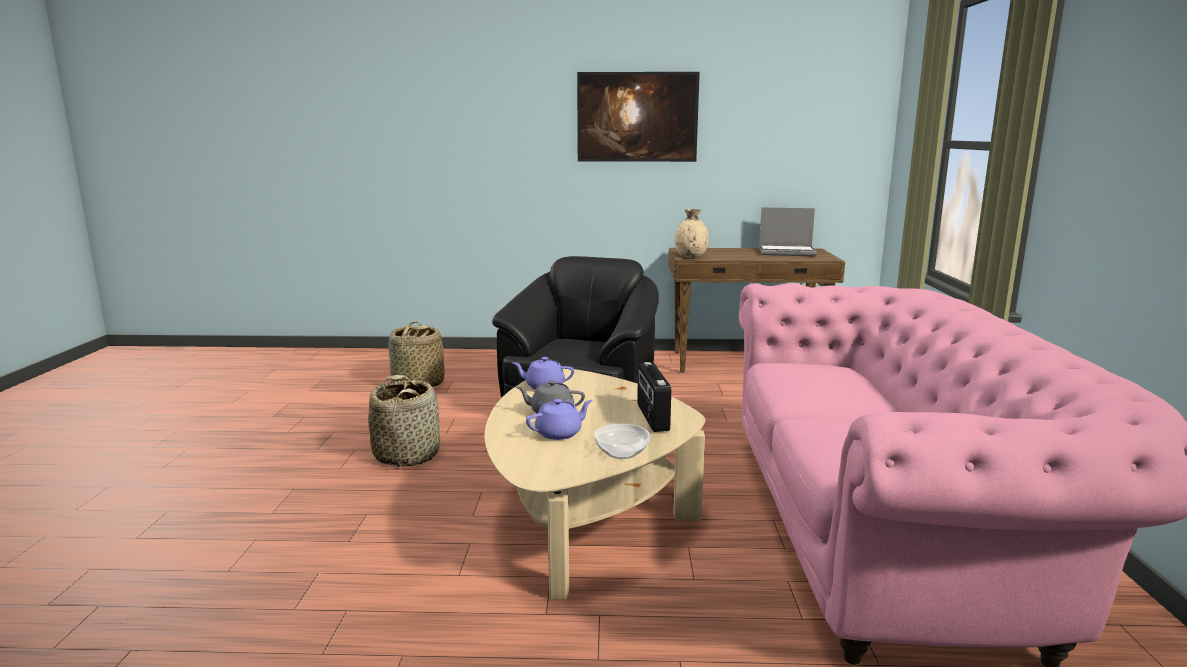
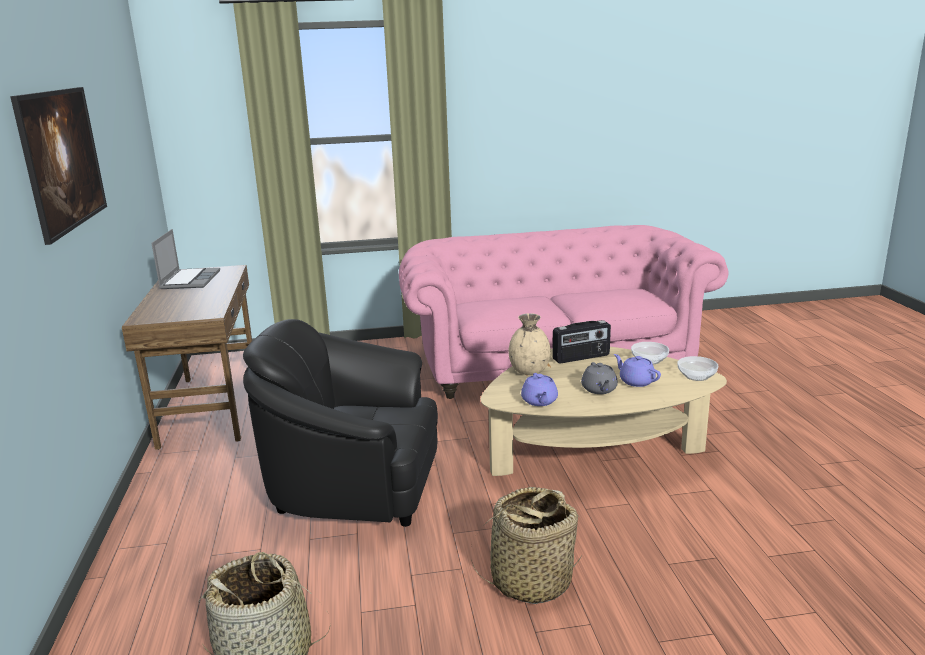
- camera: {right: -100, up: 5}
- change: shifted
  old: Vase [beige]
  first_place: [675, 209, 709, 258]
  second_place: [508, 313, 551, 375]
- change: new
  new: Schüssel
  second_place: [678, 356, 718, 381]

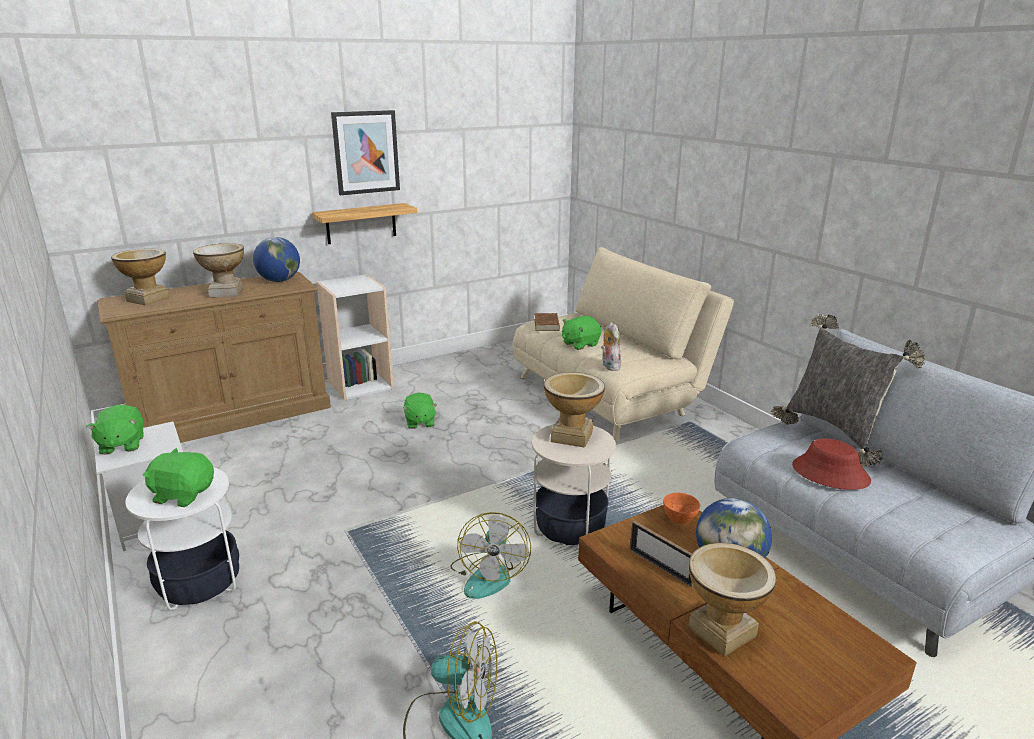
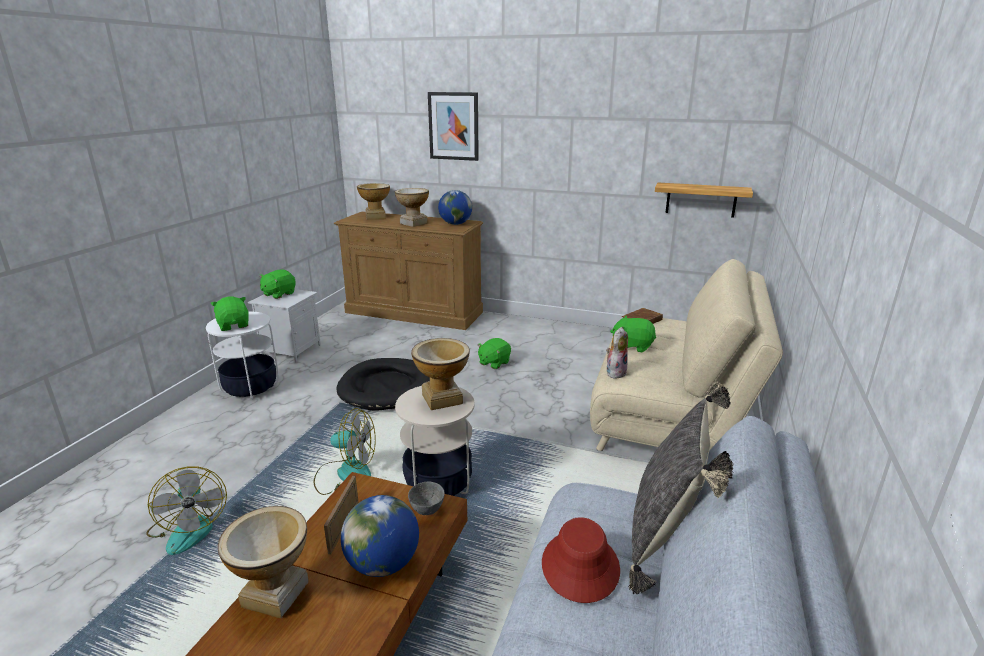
- camera: {right: 50, up: 0}
- change: rotated
  old: Ventilator
  first_place: [451, 512, 531, 599]
  second_place: [314, 408, 376, 495]
  degrees: -135
- change: new
  new: Hundebett [schwarz]
  second_place: [336, 358, 430, 411]
- change: repainted
  old: Schüssel [orange]
  new: Schüssel [grau]
  first_place: [663, 493, 700, 524]
  second_place: [408, 482, 445, 515]
- change: shifted
  old: Bild
  first_place: [331, 110, 400, 195]
  second_place: [428, 92, 479, 161]
- change: shifted
  old: Wandregal
  first_place: [312, 203, 417, 244]
  second_place: [655, 183, 753, 218]
- change: gone
  old: Bücherregal
  first_place: [316, 274, 394, 400]

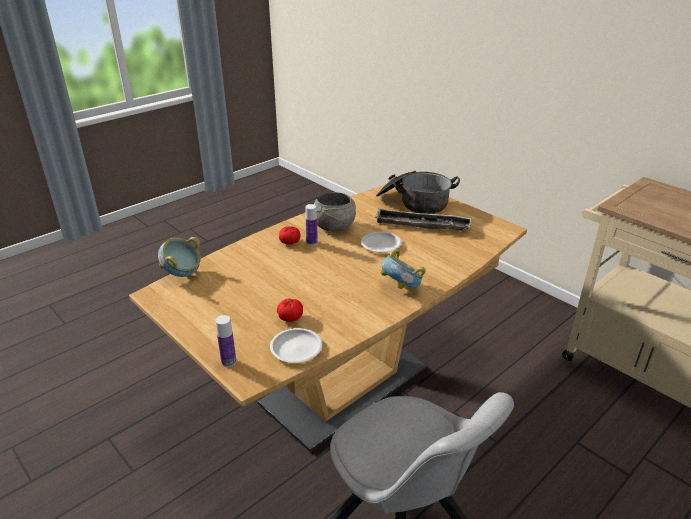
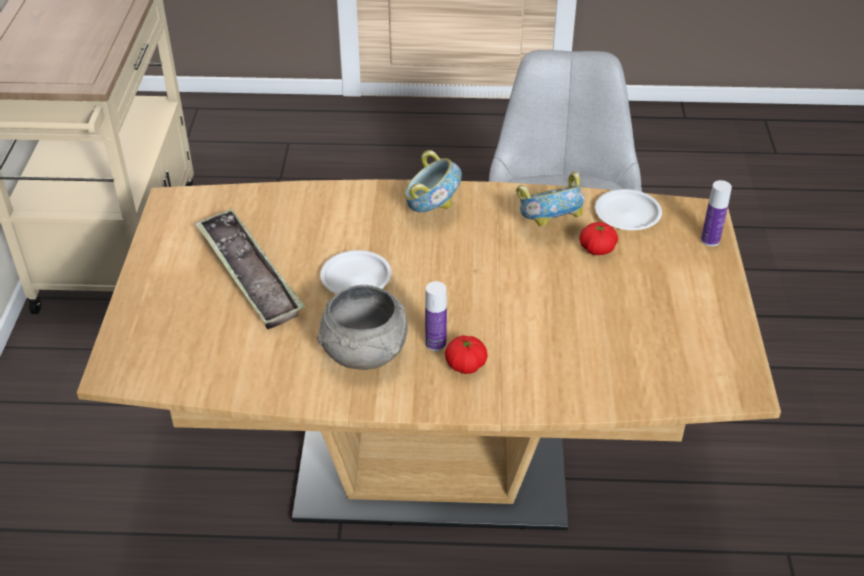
- camera: {right: -135, up: 10}
- change: shifted
  old: Schüssel
  first_place: [158, 237, 201, 277]
  second_place: [516, 172, 585, 227]
- change: gone
  old: Kochtopf
  first_place: [376, 171, 460, 214]

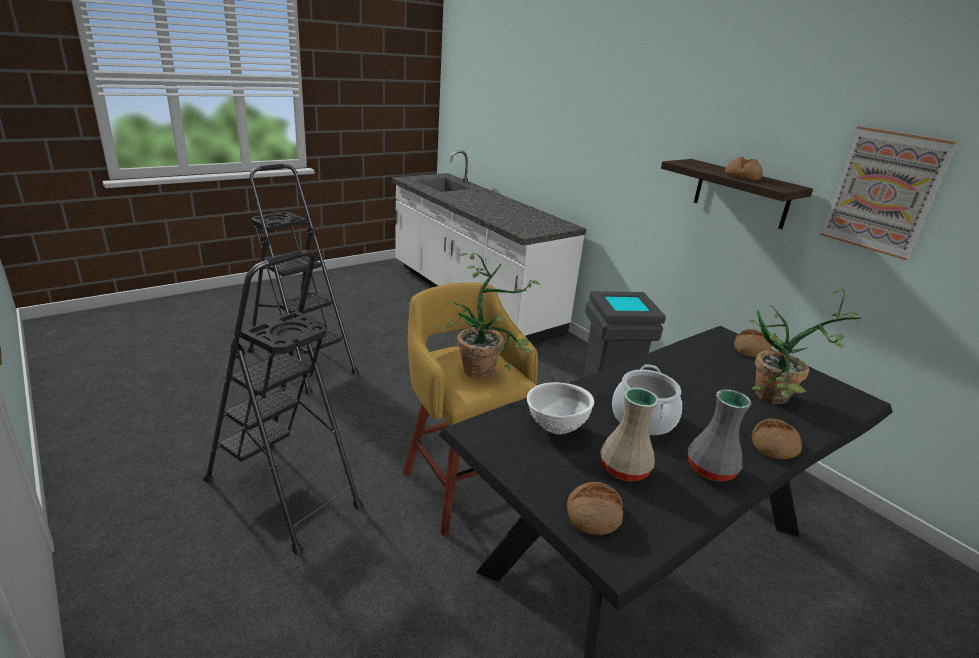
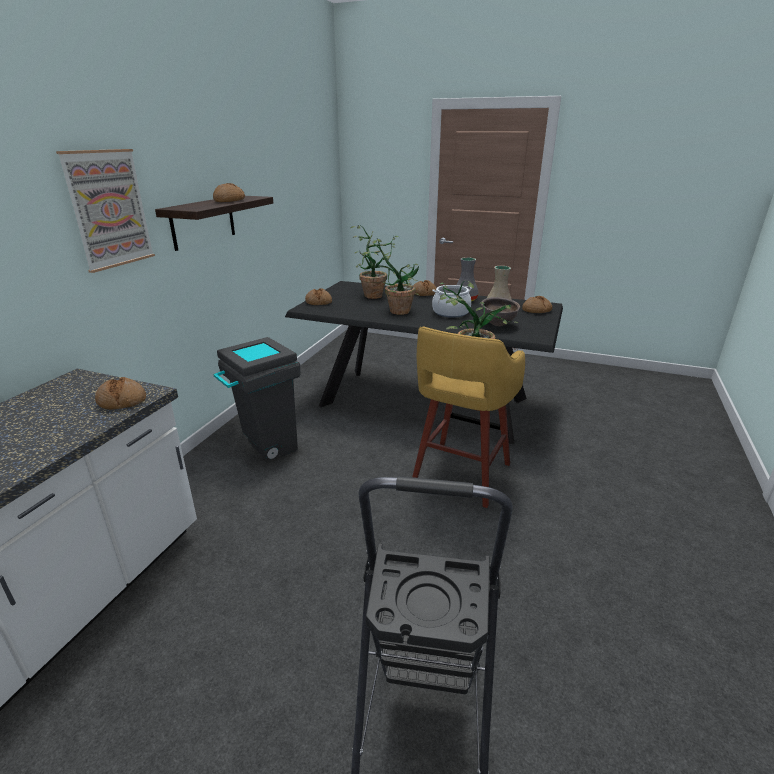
- camera: {right: -120, up: 0}
- change: shifted
  old: Bild
  first_place: [820, 126, 958, 260]
  second_place: [56, 149, 155, 273]
- change: new
  new: Brot
  second_place: [95, 377, 146, 410]
- change: new
  new: Topfpflanze
  second_place: [362, 239, 420, 315]
- change: repainted
  old: Schüssel [weiß]
  new: Schüssel [braun]
  first_place: [527, 382, 594, 435]
  second_place: [481, 297, 520, 326]
- change: gone
  old: Trittleiter
  first_place: [203, 250, 363, 554]

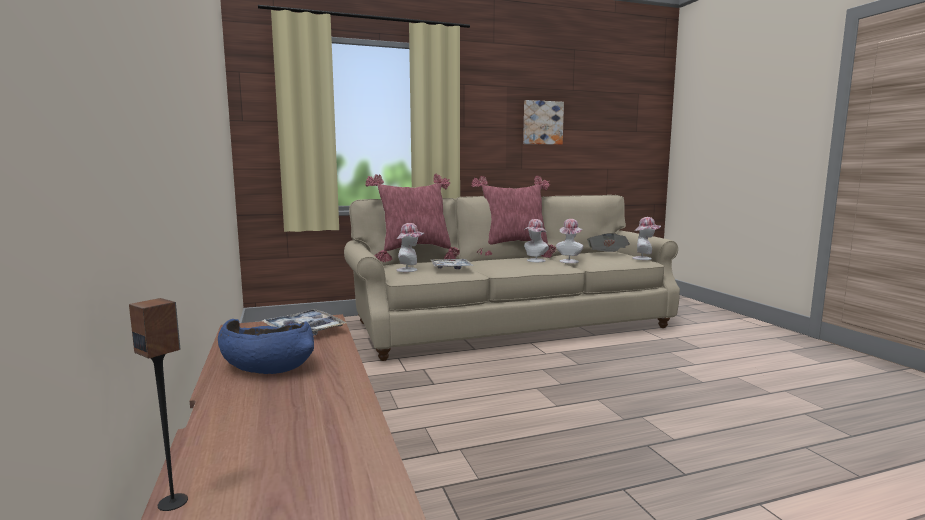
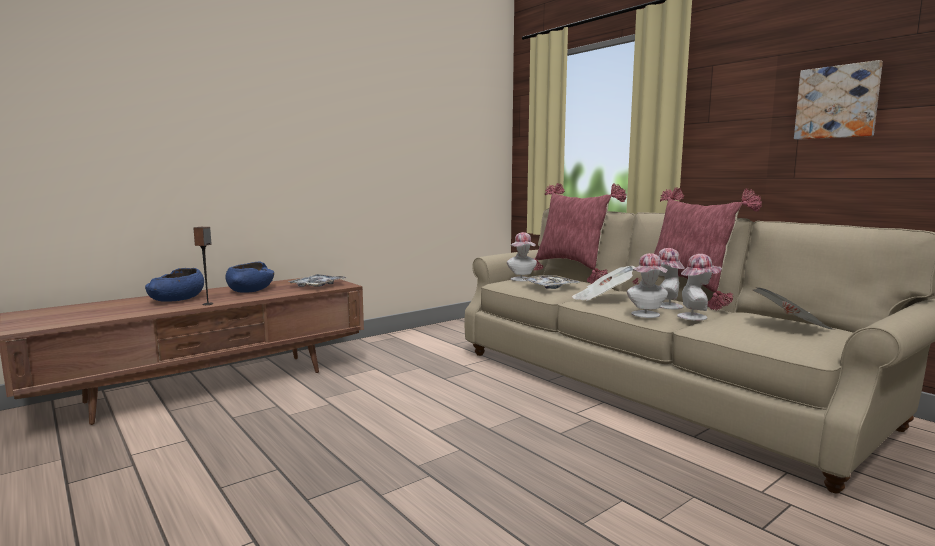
- camera: {right: 70, up: 0}
- change: new
  new: Schüssel [blau]
  second_place: [145, 268, 204, 302]
- change: shifted
  old: Lautsprecher
  first_place: [129, 298, 188, 511]
  second_place: [193, 227, 213, 305]
- change: new
  new: Zeitung
  second_place: [572, 266, 636, 301]
- change: shifted
  old: Hut
  first_place: [632, 217, 661, 260]
  second_place: [627, 253, 668, 318]

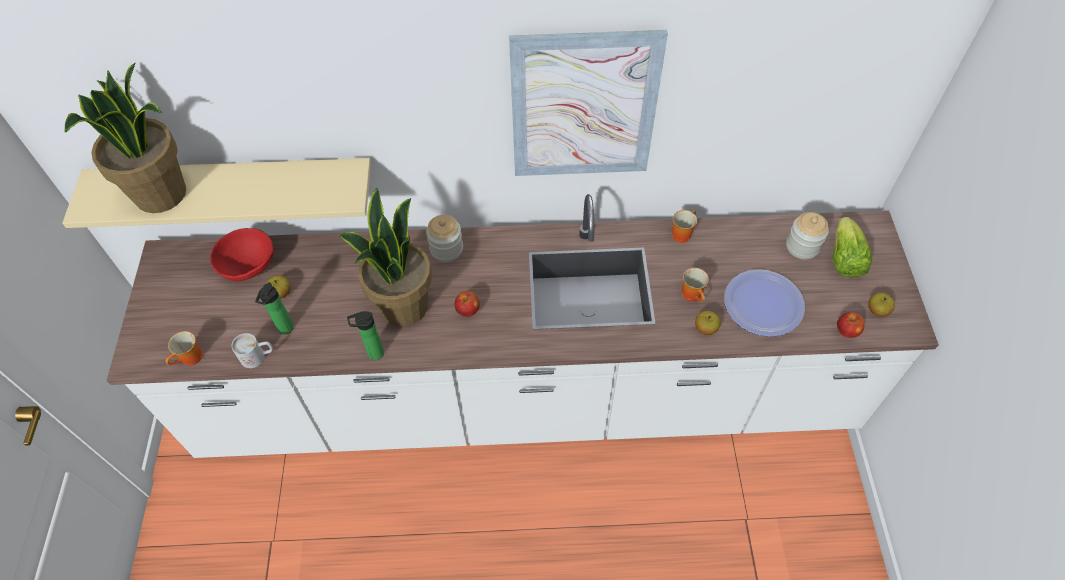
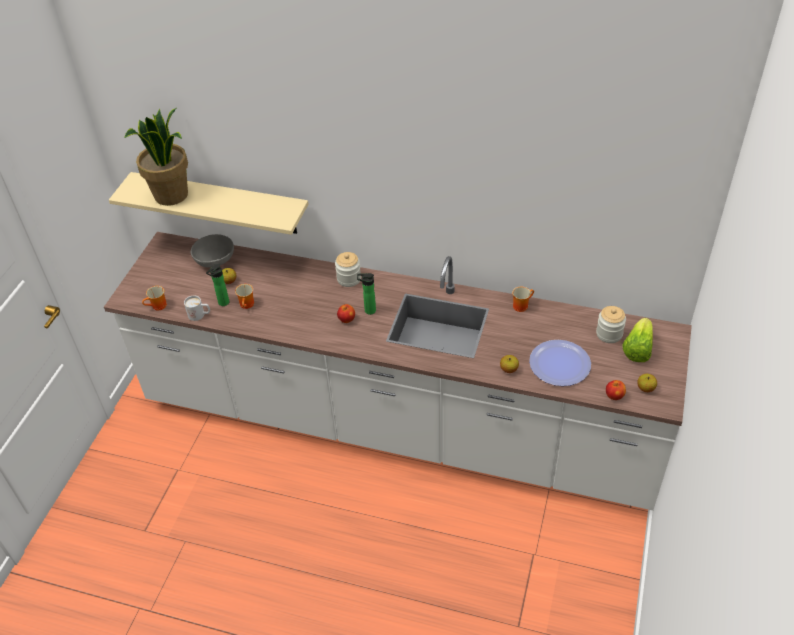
- camera: {right: 20, up: -10}
- change: repainted
  old: Schüssel [rot]
  new: Schüssel [grau]
  first_place: [210, 228, 274, 282]
  second_place: [191, 234, 234, 268]
- change: shifted
  old: Henkelbecher
  first_place: [681, 268, 709, 302]
  second_place: [235, 284, 254, 309]
- change: shifted
  old: Flasche
  first_place: [347, 311, 384, 360]
  second_place: [357, 273, 376, 315]
- change: gone
  old: Topfpflanze
  first_place: [340, 188, 432, 326]
- change: gone
  old: Bild
  first_place: [509, 30, 668, 176]

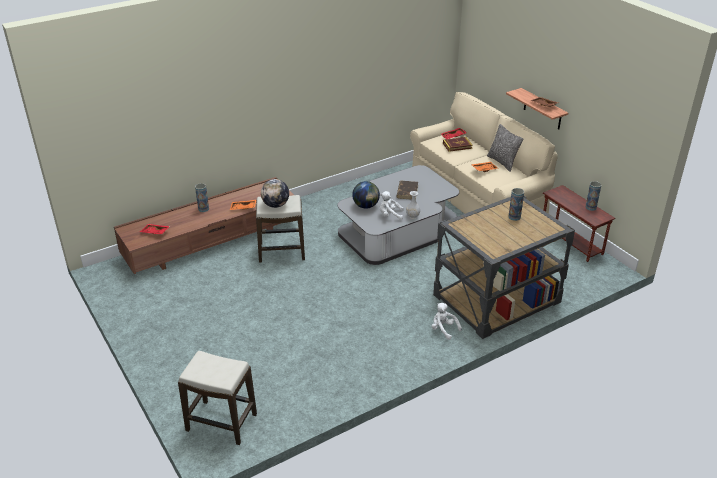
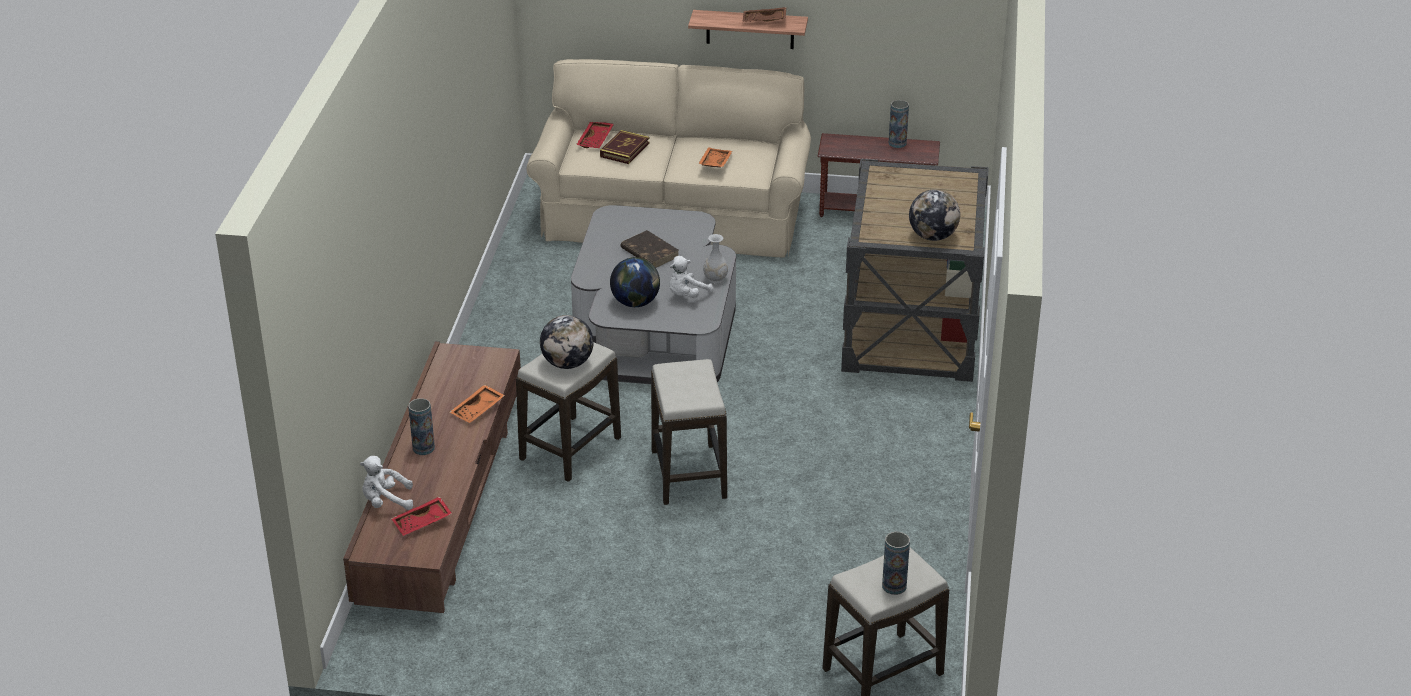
- camera: {right: -50, up: 0}
- change: shifted
  old: Plüschtier [weiß]
  first_place: [432, 303, 462, 340]
  second_place: [360, 456, 413, 510]
- change: new
  new: Hocker
  second_place: [651, 359, 727, 505]
- change: shifted
  old: Vase
  first_place: [508, 188, 524, 221]
  second_place: [882, 532, 910, 595]
- change: new
  new: Globus
  second_place: [909, 189, 960, 241]
- change: gone
  old: Kissen
  first_place: [487, 124, 523, 172]

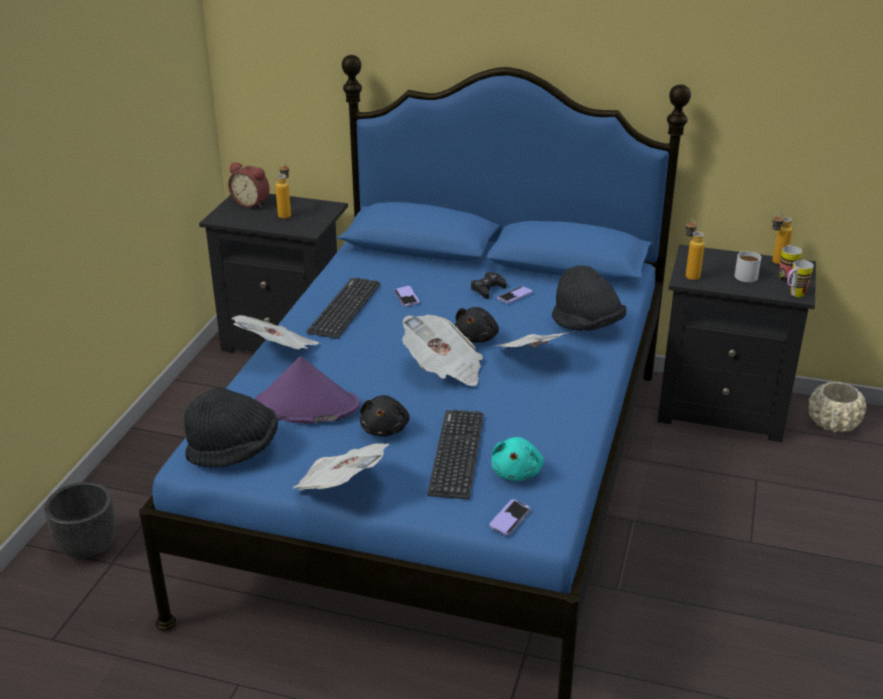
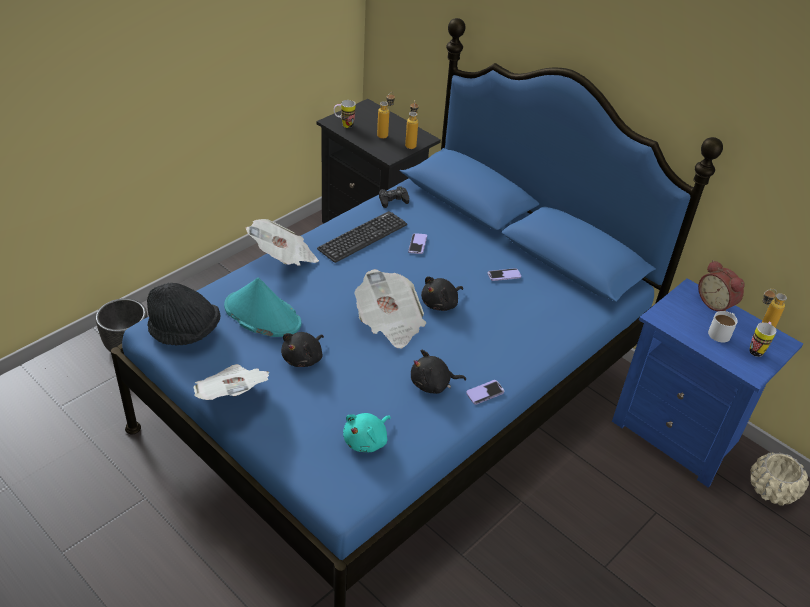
- camera: {right: 25, up: 10}
- change: repainted
  old: Hut [lila]
  new: Hut [türkis]
  first_place: [255, 357, 360, 424]
  second_place: [224, 278, 302, 337]
- change: shifted
  old: Henkelbecher
  first_place: [787, 260, 814, 297]
  second_place: [334, 100, 356, 128]
- change: shifted
  old: Gamepad [schwarz]
  first_place: [471, 272, 507, 299]
  second_place: [379, 186, 409, 208]
- change: shifted
  old: Flasche
  first_place: [685, 218, 705, 280]
  second_place: [405, 101, 419, 149]
- change: new
  new: Plüschtier [schwarz]
  second_place: [411, 350, 466, 394]
- change: shifted
  old: Handy
  first_place: [489, 499, 531, 536]
  second_place: [466, 380, 504, 405]
- change: repainted
  old: Nachttisch [schwarz]
  new: Nachttisch [blau]
  first_place: [657, 244, 816, 442]
  second_place: [612, 278, 803, 488]
- change: shifted
  old: Wecker
  first_place: [228, 162, 269, 208]
  second_place: [698, 260, 745, 311]
- change: gone
  old: Tastatur
  first_place: [427, 410, 484, 499]
- change: gone
  old: Zeitung
  first_place: [495, 332, 575, 347]
- change: gone
  old: Hut [schwarz]
  first_place: [552, 266, 627, 331]

